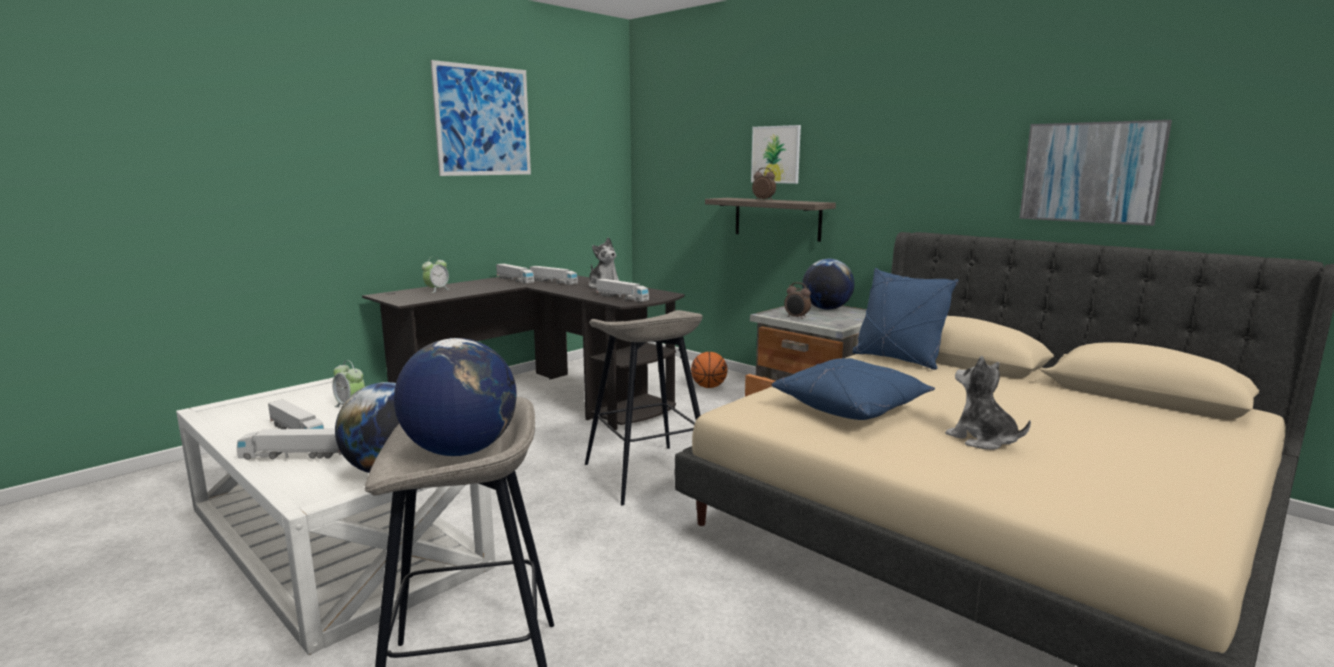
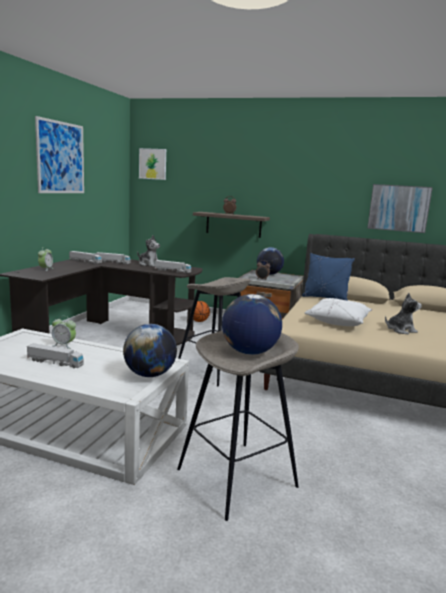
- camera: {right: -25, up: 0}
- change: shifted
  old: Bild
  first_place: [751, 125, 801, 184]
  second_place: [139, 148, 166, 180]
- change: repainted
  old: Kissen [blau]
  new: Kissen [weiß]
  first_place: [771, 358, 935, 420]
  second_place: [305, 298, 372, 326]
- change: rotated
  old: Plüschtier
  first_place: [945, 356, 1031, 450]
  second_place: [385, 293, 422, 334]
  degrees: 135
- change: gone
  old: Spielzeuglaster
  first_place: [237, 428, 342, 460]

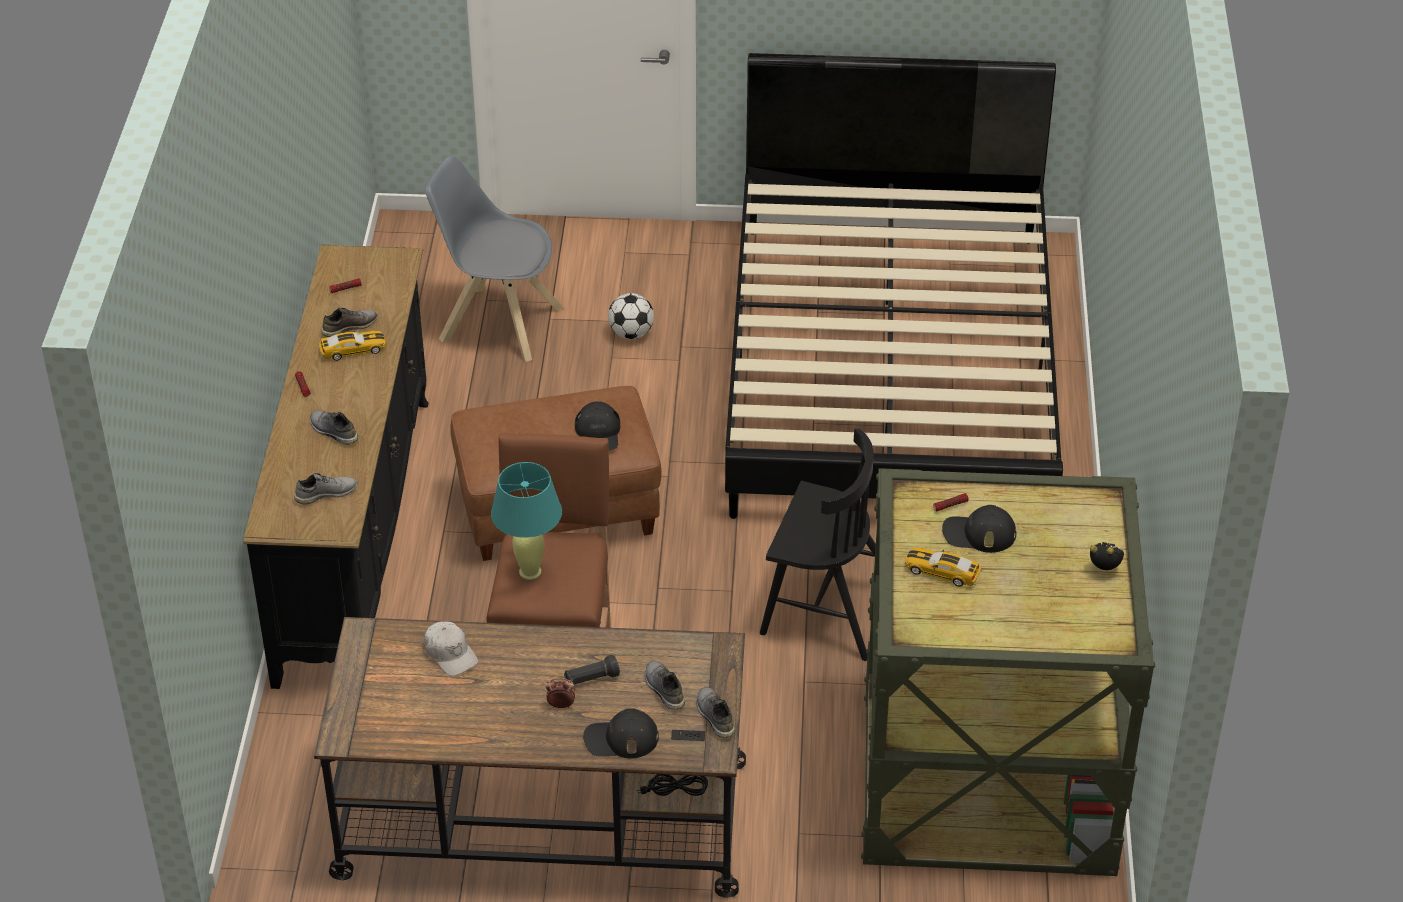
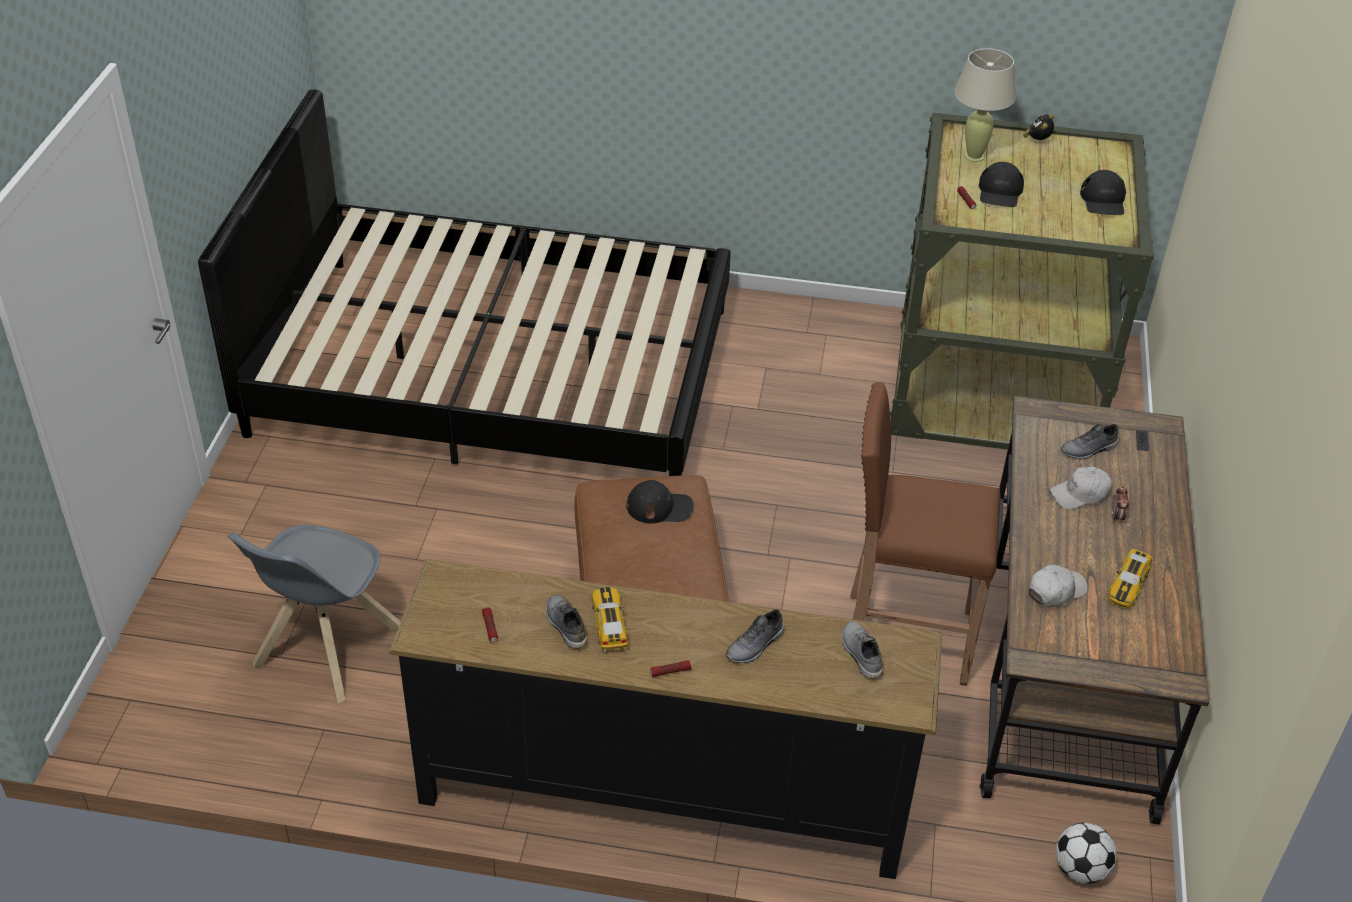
- camera: {right: -85, up: 0}
- change: new
  new: Tischlampe [beige]
  second_place: [954, 48, 1016, 162]
- change: swapped
  old: Taschenlampe [schwarz]
  new: Kappe [weiß]
  first_place: [564, 655, 620, 684]
  second_place: [1050, 467, 1113, 509]
- change: shifted
  old: Fußball
  first_place: [608, 293, 654, 339]
  second_place: [1056, 823, 1117, 884]
- change: shifted
  old: Kappe [schwarz]
  first_place: [583, 708, 659, 758]
  second_place: [1080, 170, 1126, 215]
- change: shifted
  old: Spielzeugauto
  first_place: [905, 548, 981, 587]
  second_place: [1107, 549, 1152, 608]
- change: gone
  old: Tischlampe [türkis]
  first_place: [491, 462, 562, 580]
- change: gone
  old: Schuh [grau]
  first_place: [697, 687, 735, 738]
- change: gone
  old: Stuhl [schwarz]
  first_place: [760, 429, 876, 661]

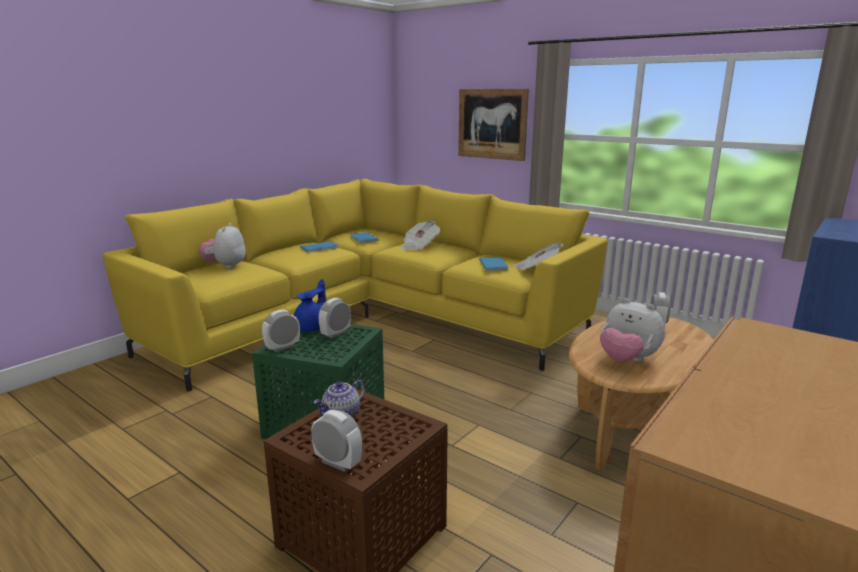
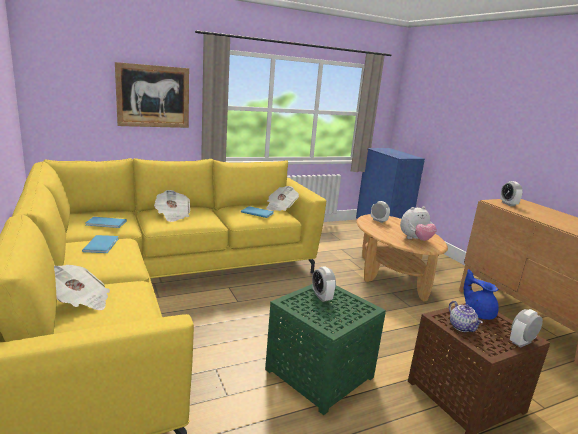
- camera: {right: -65, up: 0}
- change: swapped
  old: Plüschtier
  new: Zeitung
  first_place: [199, 223, 246, 269]
  second_place: [54, 265, 110, 310]
- change: shifted
  old: Teekanne [blau]
  first_place: [294, 279, 326, 332]
  second_place: [464, 269, 499, 320]
- change: shifted
  old: Wecker
  first_place: [262, 309, 300, 352]
  second_place: [500, 181, 523, 206]

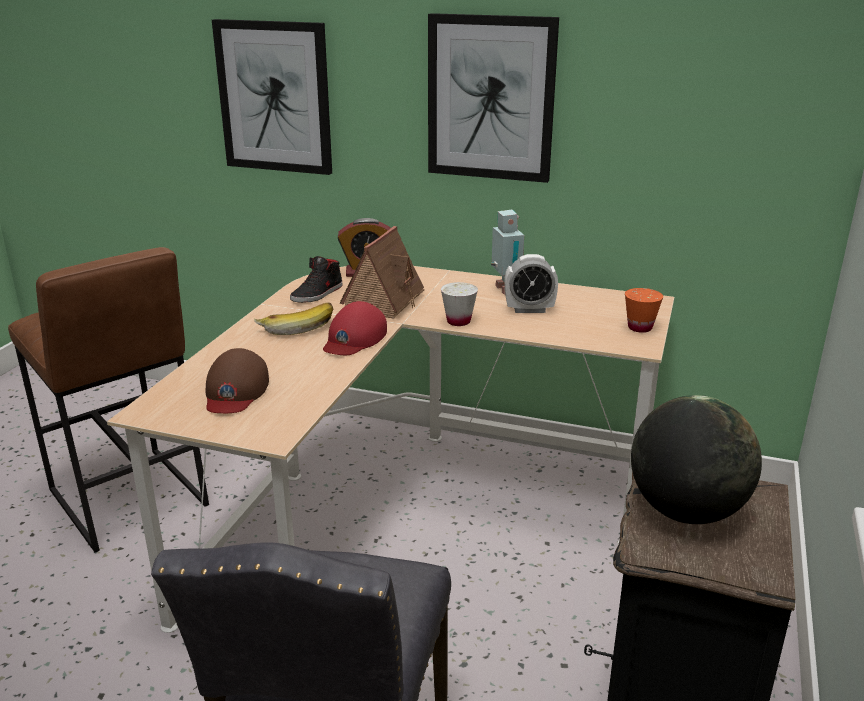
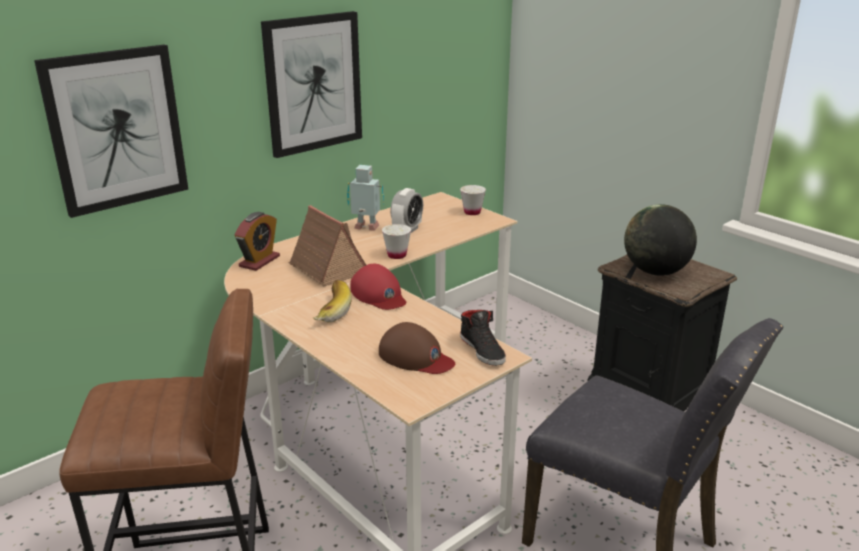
- camera: {right: -60, up: 0}
- change: repainted
  old: Tasse [orange]
  new: Tasse [weiß]
  first_place: [625, 288, 663, 333]
  second_place: [460, 185, 486, 215]
- change: shifted
  old: Schuh [schwarz]
  first_place: [290, 256, 342, 303]
  second_place: [460, 310, 506, 366]

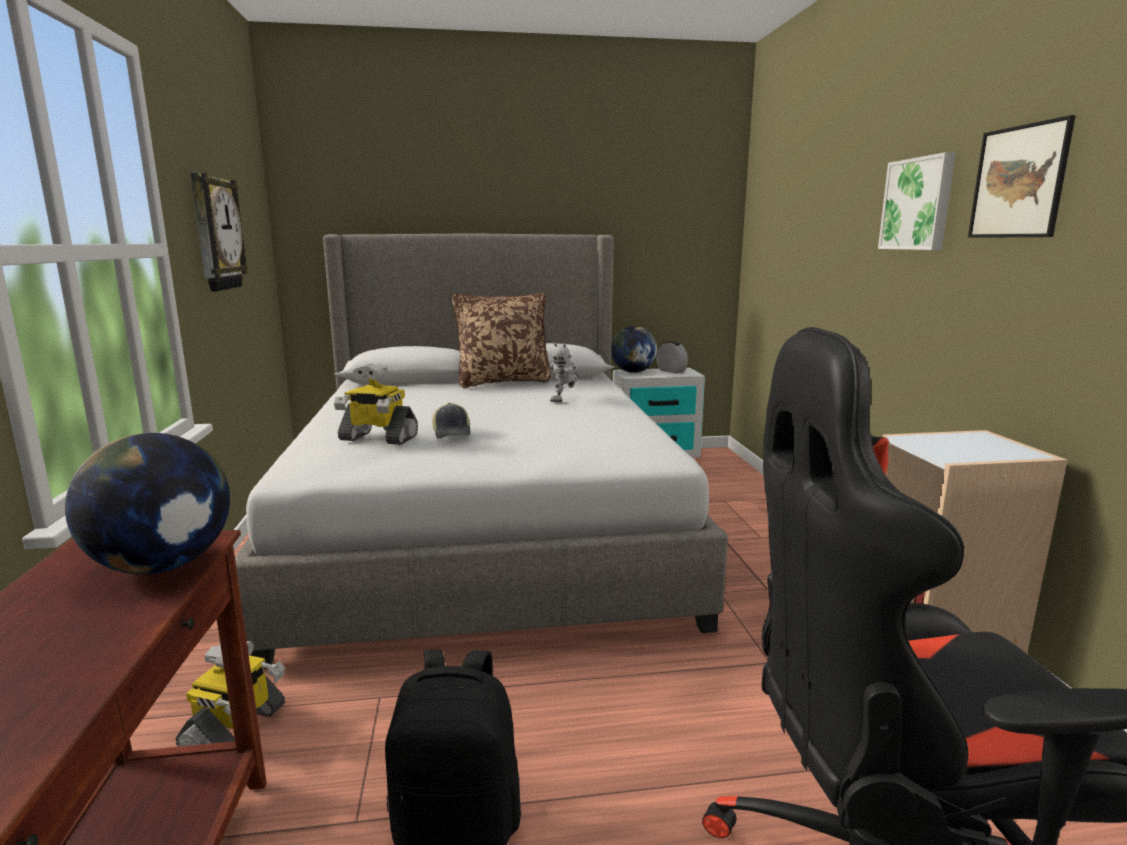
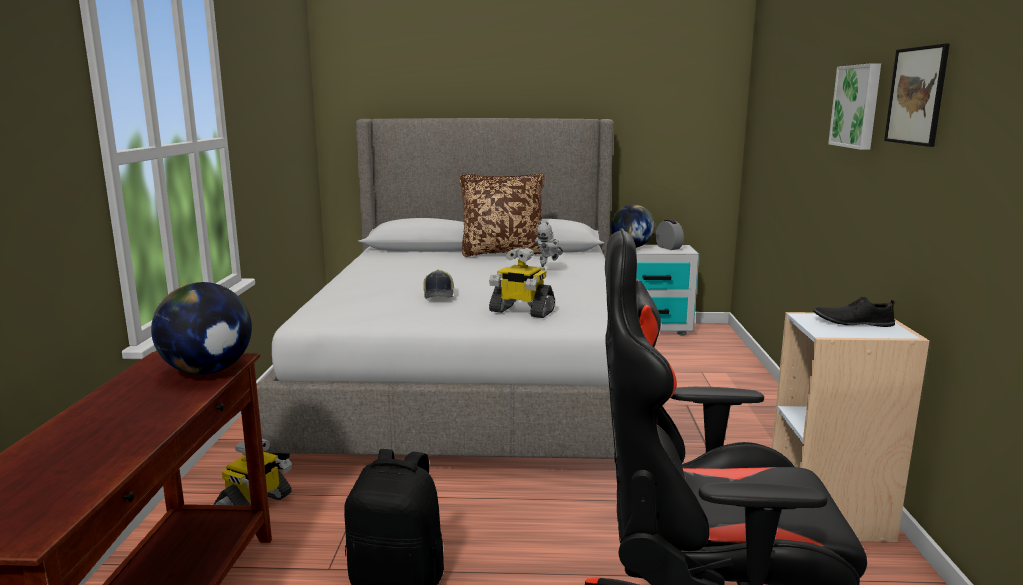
- camera: {right: 10, up: 0}
- change: shifted
  old: Spielzeugroboter
  first_place: [334, 364, 418, 445]
  second_place: [489, 247, 555, 318]
- change: new
  new: Schuh [schwarz]
  second_place: [813, 297, 895, 327]
- change: gone
  old: Wanduhr
  first_place: [190, 172, 248, 292]

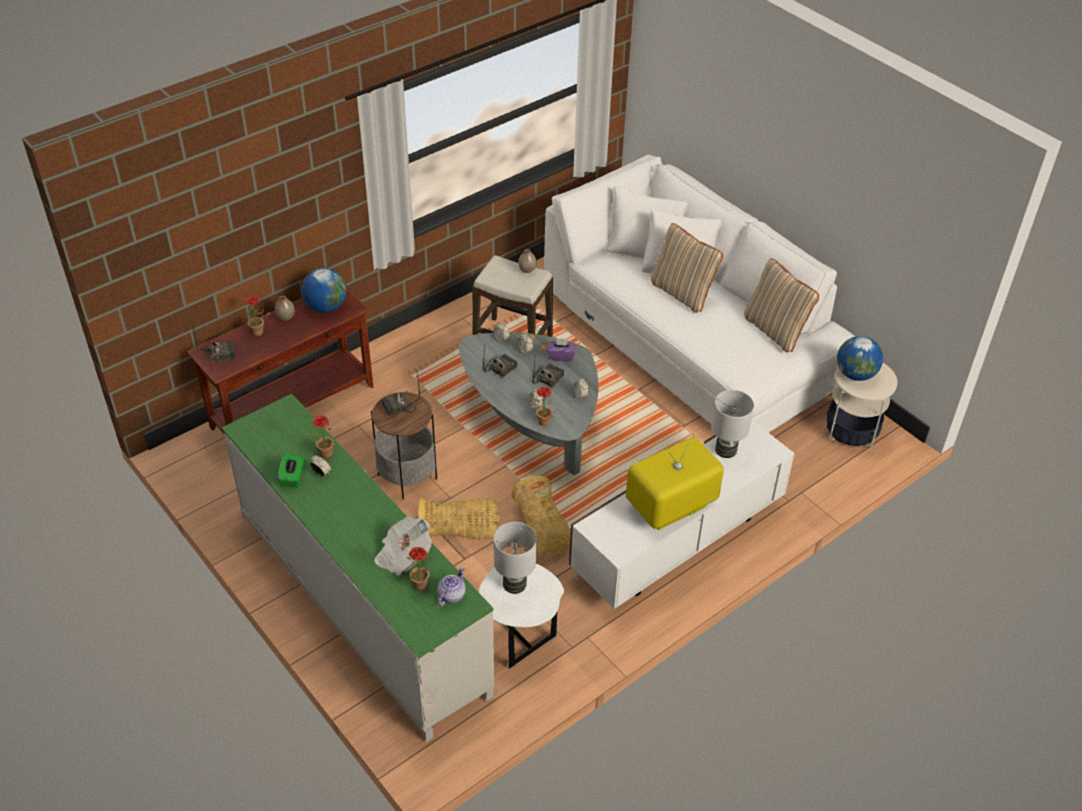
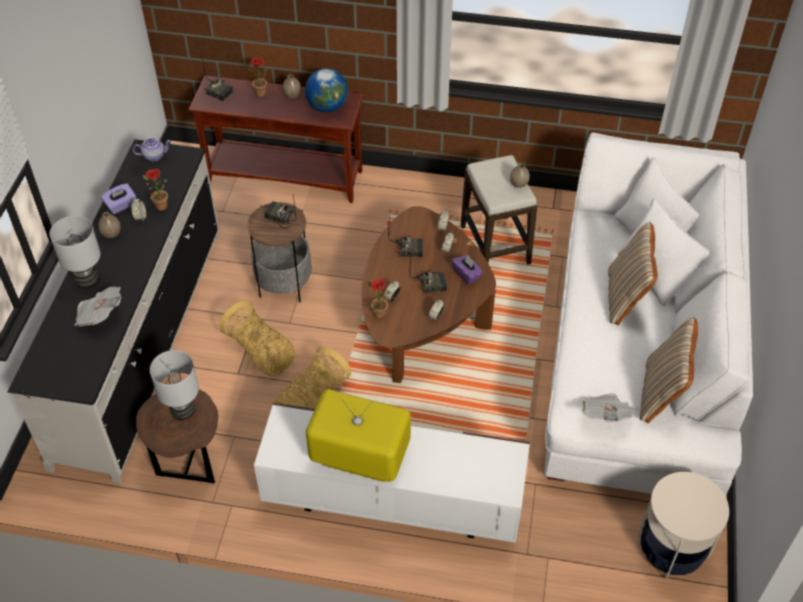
- camera: {right: 50, up: 5}
- change: repainted
  old: Schrank [grün]
  new: Schrank [schwarz]
  first_place: [222, 394, 494, 742]
  second_place: [8, 139, 219, 484]
- change: shifted
  old: Tischlampe [grau]
  first_place: [711, 390, 754, 458]
  second_place: [50, 216, 101, 288]
- change: new
  new: Vase
  second_place: [98, 212, 121, 238]
- change: repainted
  old: Taschentuchbox [grün]
  new: Taschentuchbox [lila]
  first_place: [278, 454, 304, 487]
  second_place: [101, 183, 136, 214]
- change: shifted
  old: Teekanne
  first_place: [437, 567, 466, 606]
  second_place: [133, 138, 171, 161]
- change: repainted
  old: Beistelltisch [weiß]
  new: Beistelltisch [braun]
  first_place: [479, 564, 564, 668]
  second_place: [136, 389, 218, 483]
- change: repainted
  old: Couchtisch [grau]
  new: Couchtisch [braun]
  first_place: [459, 332, 599, 475]
  second_place: [361, 206, 496, 383]
- change: new
  new: Zeitung
  second_place: [582, 393, 635, 422]
- change: gone
  old: Topfpflanze
  first_place: [407, 547, 434, 591]
- change: gone
  old: Globus
  first_place: [837, 336, 883, 381]

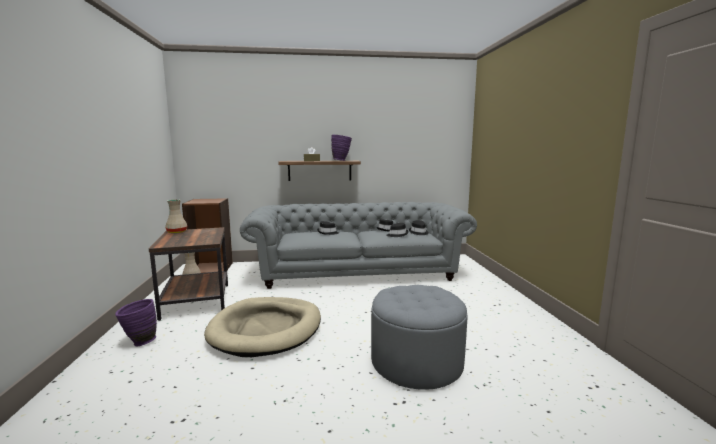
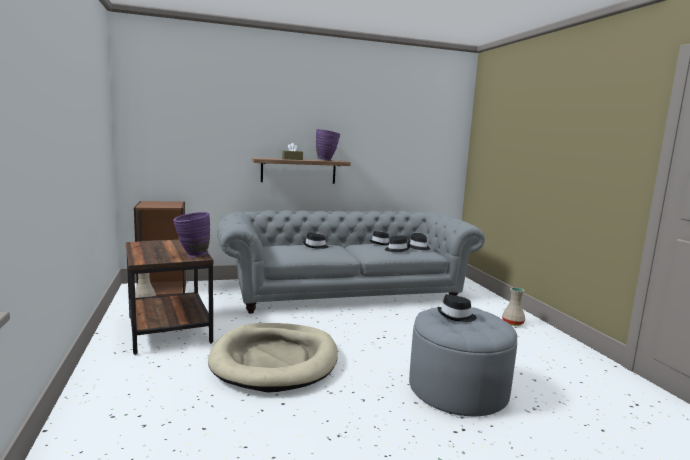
- camera: {right: -10, up: 0}
- change: shifted
  old: Vase [lila]
  first_place: [115, 299, 157, 346]
  second_place: [173, 212, 210, 257]
- change: new
  new: Hut [schwarz]
  second_place: [437, 294, 477, 322]
- change: shifted
  old: Vase [beige]
  first_place: [165, 199, 187, 233]
  second_place: [502, 287, 525, 326]

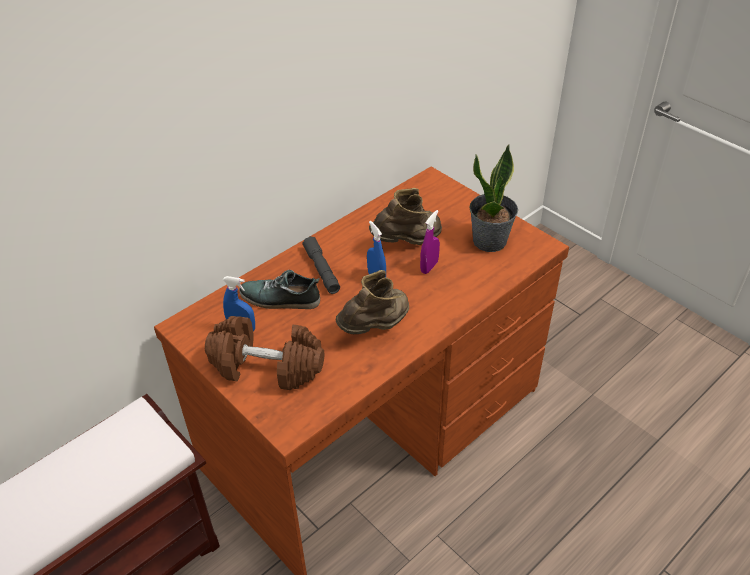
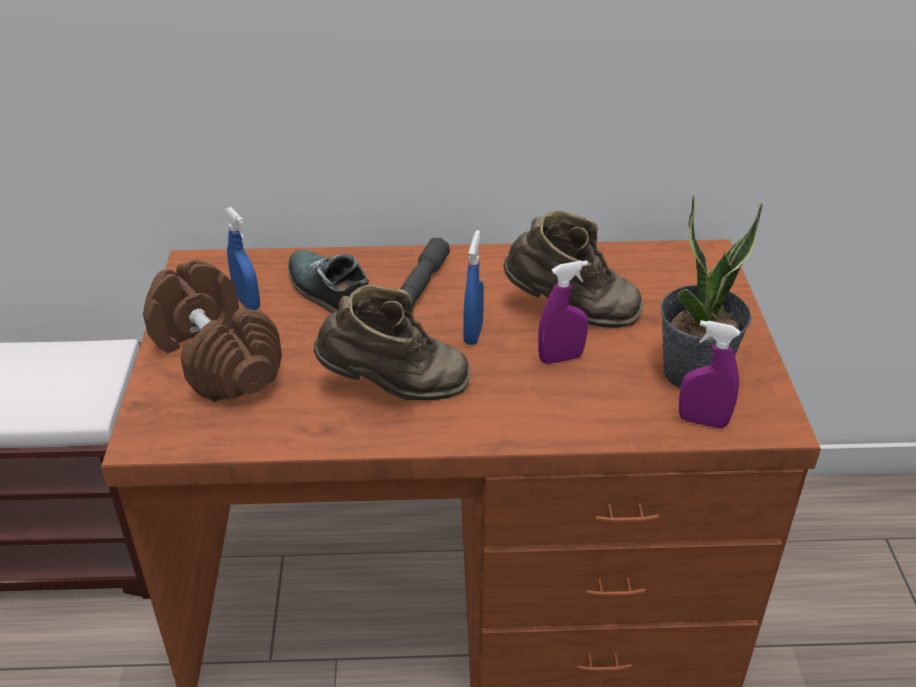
- camera: {right: 40, up: -5}
- change: new
  new: Sprühflasche [lila]
  second_place: [679, 320, 740, 429]

